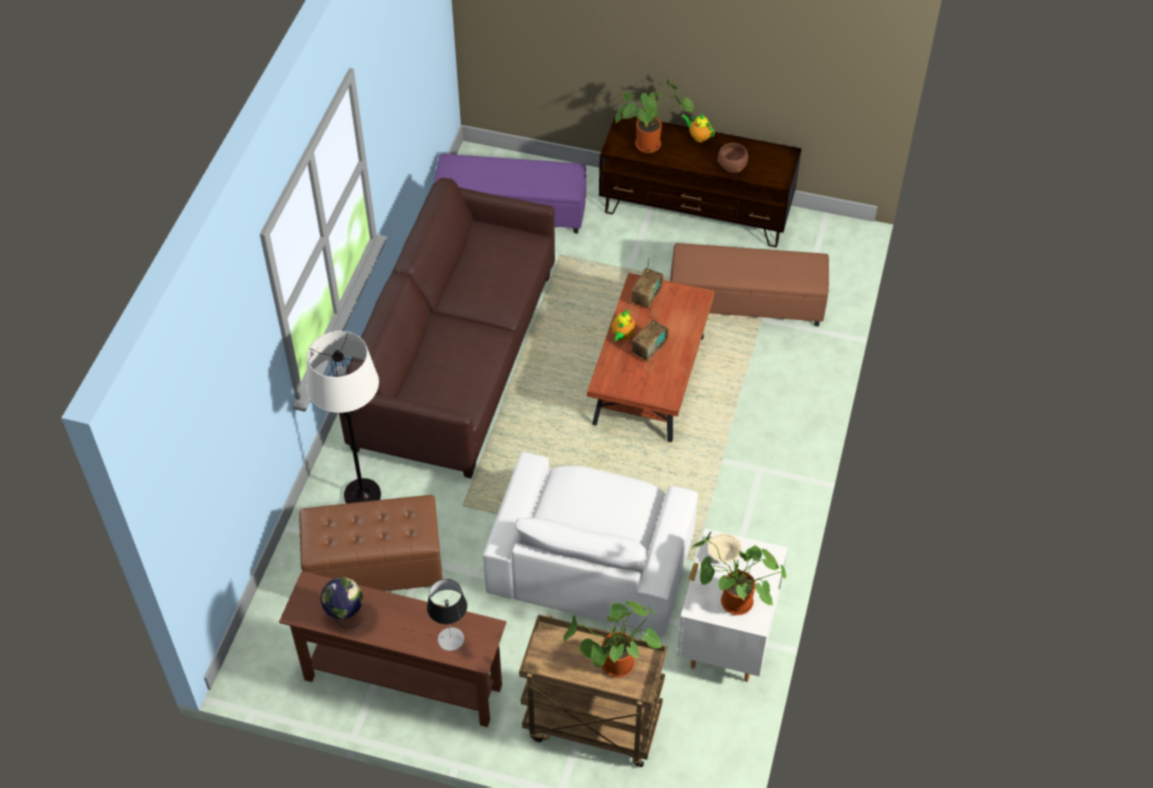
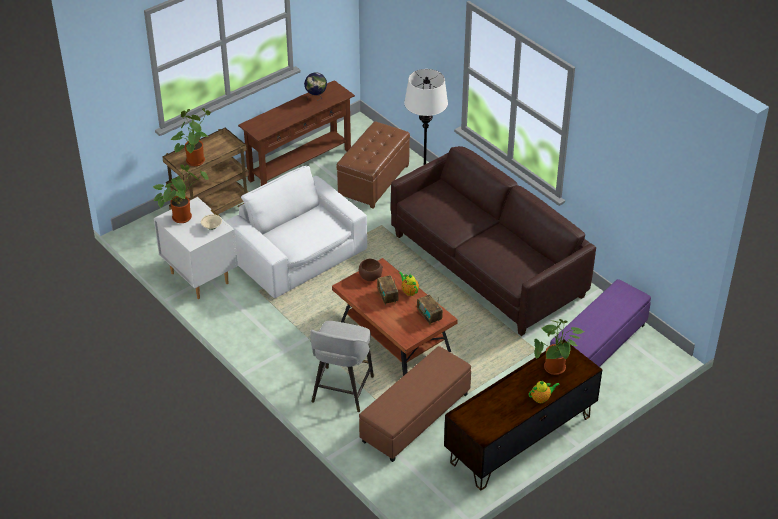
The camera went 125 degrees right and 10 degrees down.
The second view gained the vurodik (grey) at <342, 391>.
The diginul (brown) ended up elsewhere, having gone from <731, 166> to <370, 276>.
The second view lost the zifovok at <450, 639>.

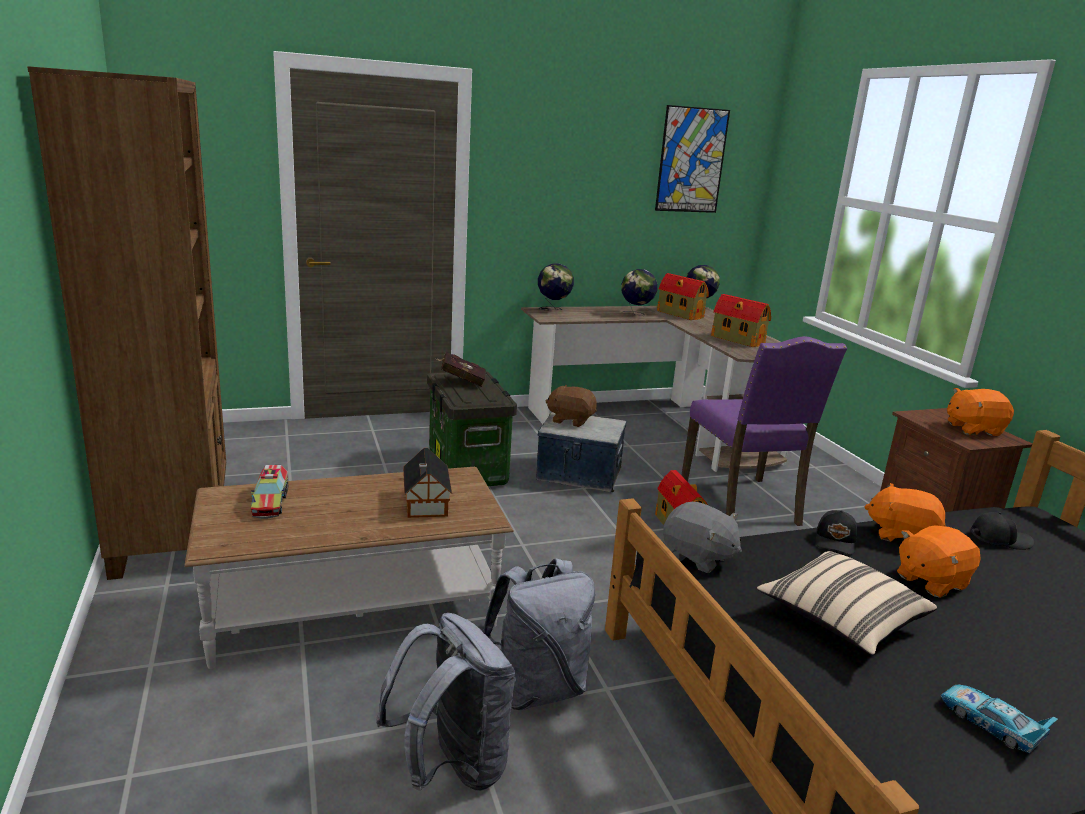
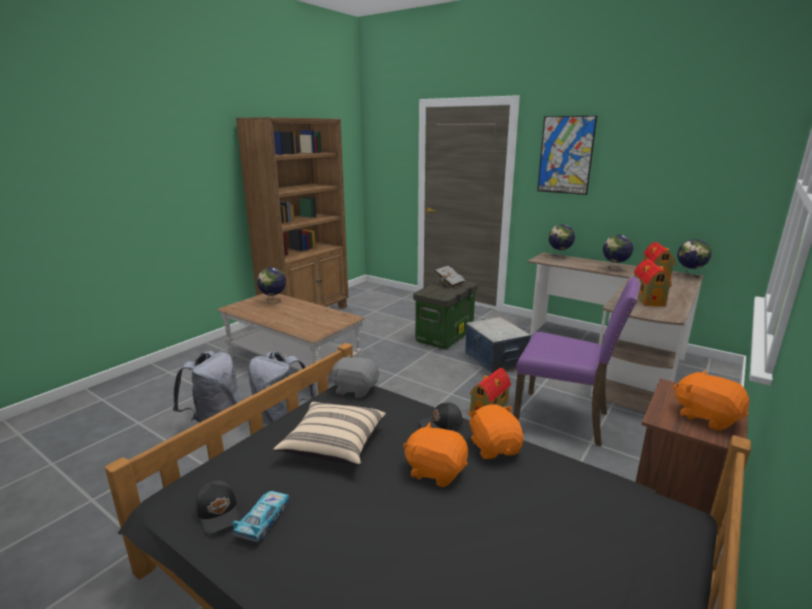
The camera went 55 degrees right and 0 degrees up.
The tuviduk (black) ended up elsewhere, having gone from <999, 539> to <219, 512>.
Where the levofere stood at <270, 502>, the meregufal came to stand at <273, 302>.
The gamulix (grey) at <698, 557> ended up facing another way, 105 degrees clockwise from before.
What was the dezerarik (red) at <461, 381> turned into the dezerarik (grey) at <448, 283>.
The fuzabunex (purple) at <743, 504> ended up facing another way, 105 degrees counterclockwise from before.
The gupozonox ended up elsewhere, having gone from <691, 160> to <565, 155>.
The second view lost the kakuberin at <425, 504>.
The second view lost the gamulix (brown) at <570, 420>.

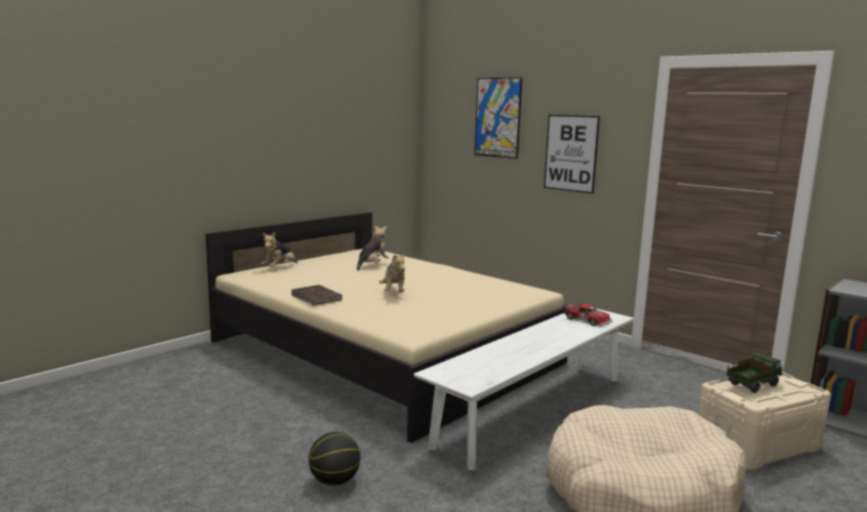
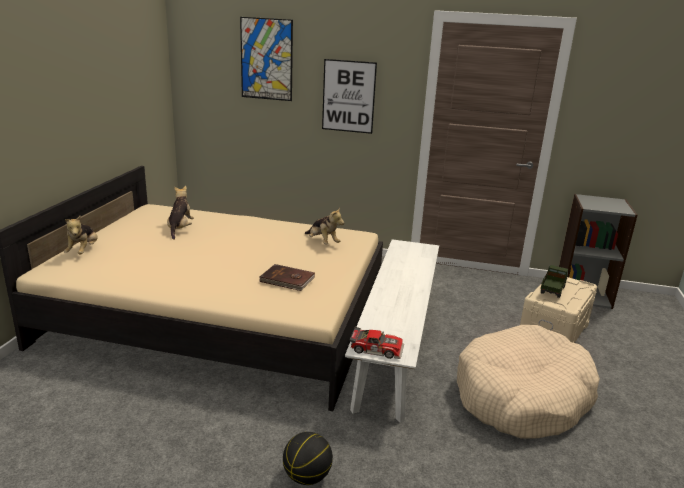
The camera went 30 degrees left and 10 degrees up.
The dezerarik (brown) ended up elsewhere, having gone from <315, 297> to <287, 280>.
The gamulix ended up elsewhere, having gone from <393, 292> to <322, 242>.
The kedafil ended up elsewhere, having gone from <587, 320> to <376, 348>.

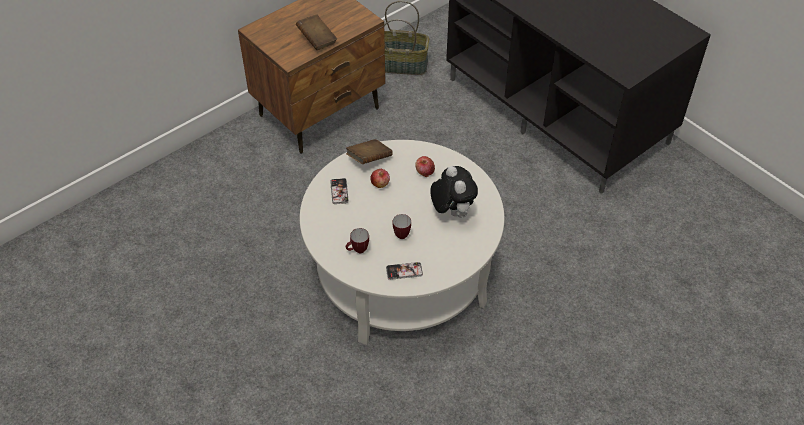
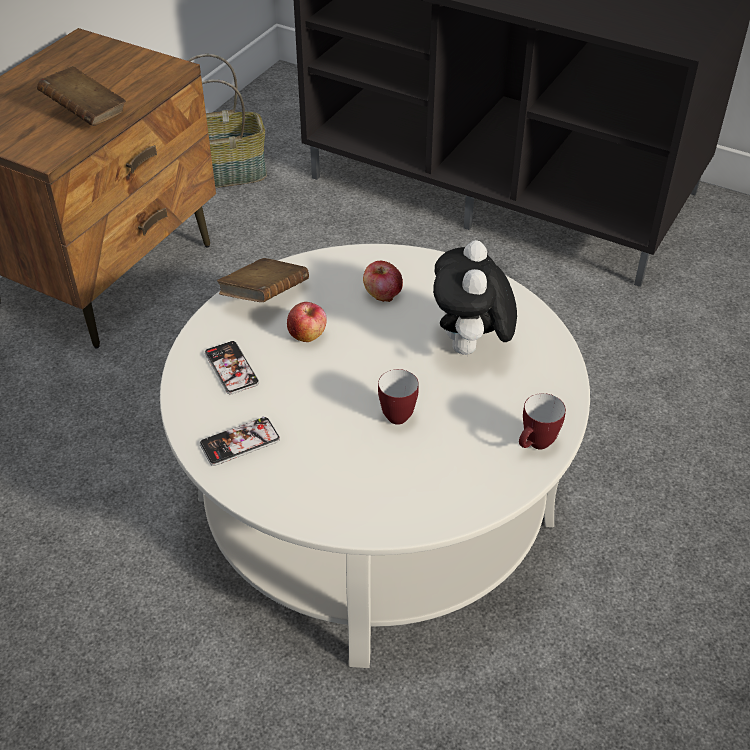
The camera went 20 degrees left and 5 degrees down.
The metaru ended up elsewhere, having gone from <404, 271> to <240, 442>.
The gamulix at <452, 211> ended up facing another way, 135 degrees counterclockwise from before.
The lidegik ended up elsewhere, having gone from <357, 251> to <536, 445>.

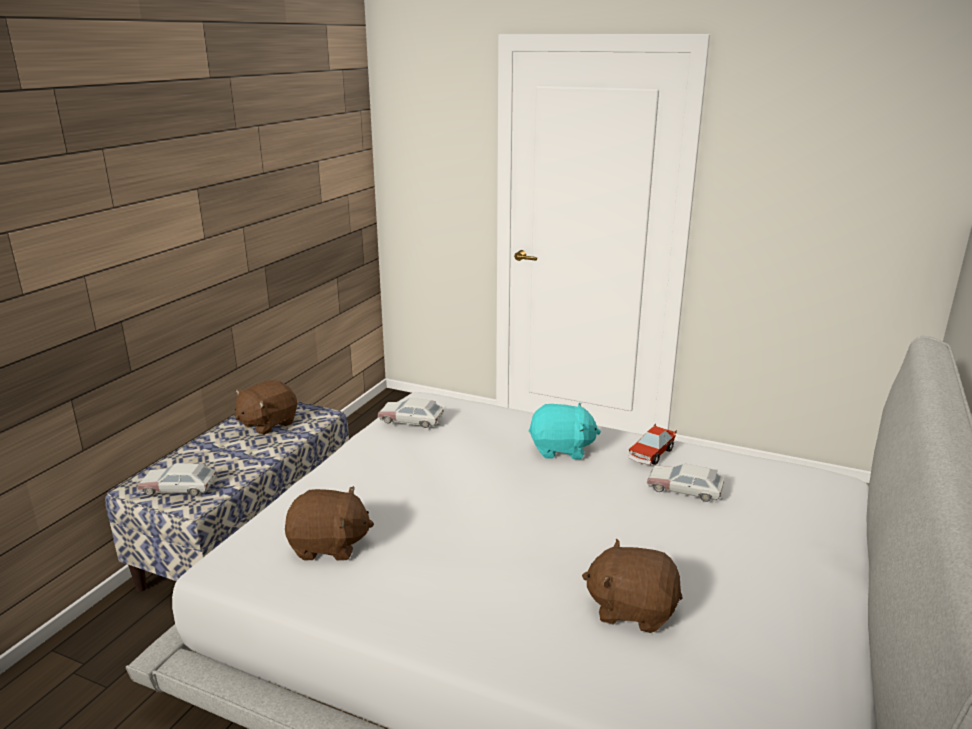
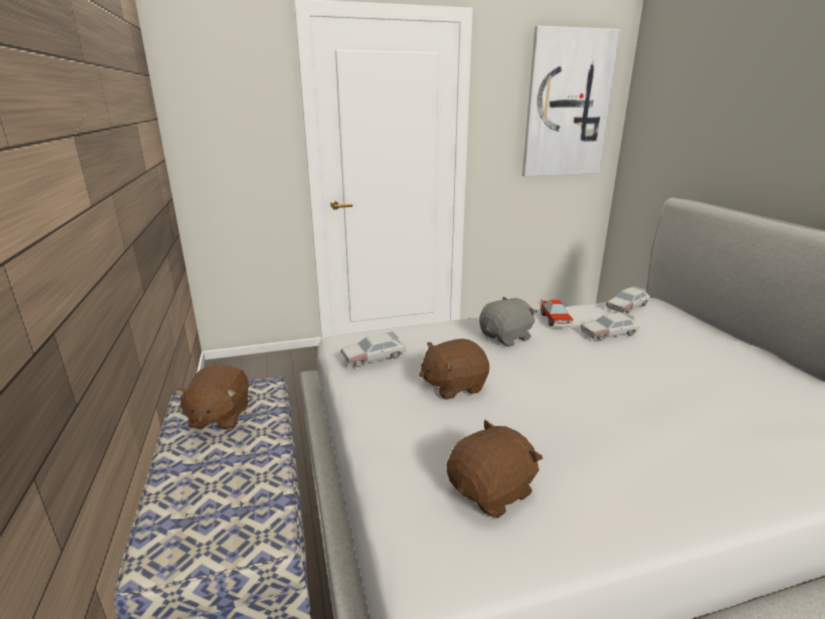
The camera went 40 degrees left and 0 degrees up.
The gamulix (brown) ended up elsewhere, having gone from <632, 609> to <453, 386>.
What was the gamulix (turquoise) at <561, 449> turned into the gamulix (grey) at <506, 337>.
The second view gained the gupozonox at <567, 105>.
The kedafil ended up elsewhere, having gone from <179, 488> to <627, 306>.

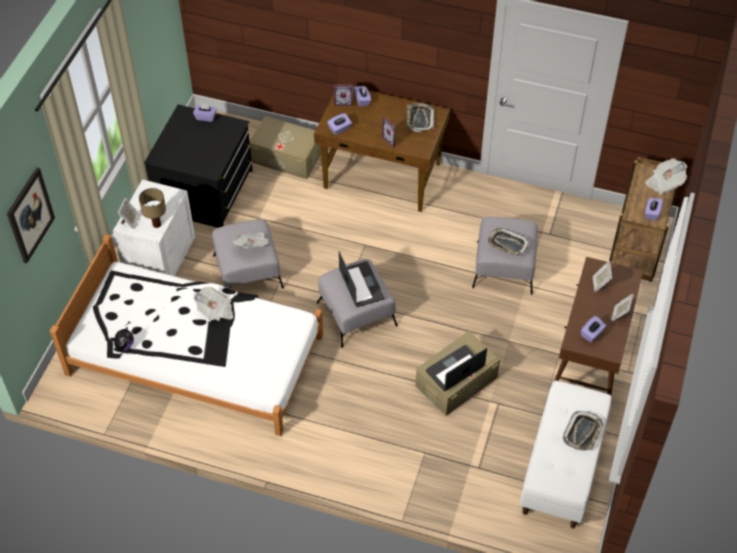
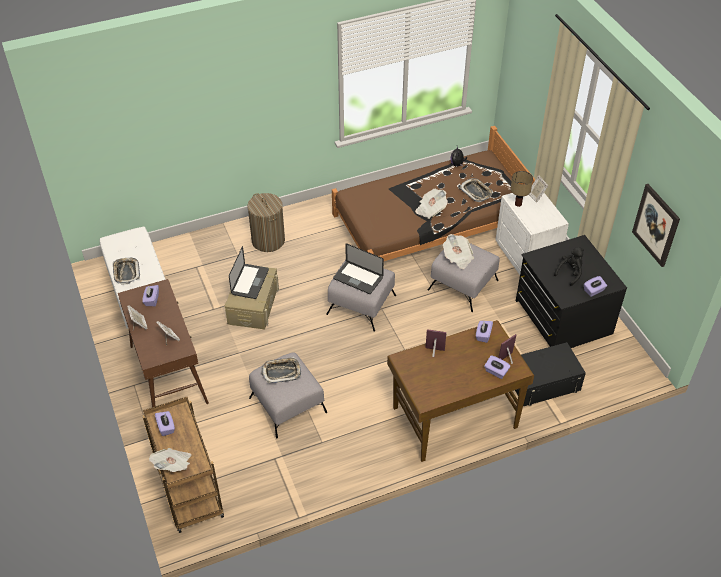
The camera went 140 degrees right and 5 degrees down.
The second view gained the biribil at <268, 240>.
What was the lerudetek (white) at <195, 354> turned into the lerudetek (brown) at <432, 221>.
The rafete ended up elsewhere, having gone from <419, 119> to <476, 192>.
What was the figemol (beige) at <286, 157> turned into the figemol (black) at <543, 382>.
The second view gained the gamulix (black) at <570, 273>.
The gupozonox ended up elsewhere, having gone from <30, 215> to <656, 225>.

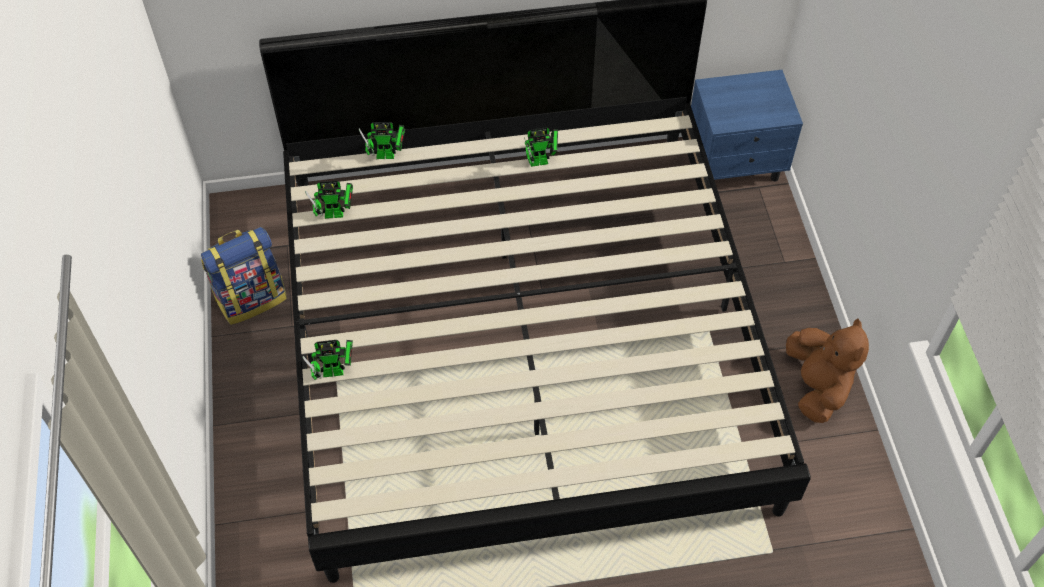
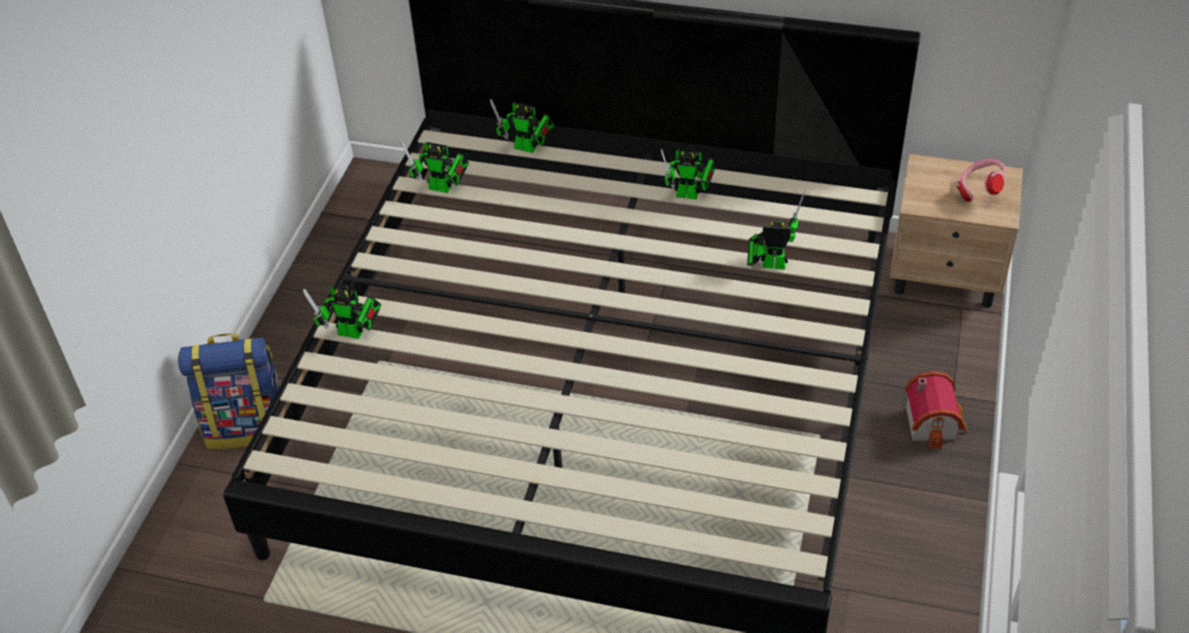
The camera went 25 degrees right and 10 degrees down.
The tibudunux ended up elsewhere, having gone from <252, 298> to <248, 426>.
The second view gained the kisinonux at <770, 264>.
What was the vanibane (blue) at <736, 163> turned into the vanibane (beige) at <947, 275>.
The second view gained the kakuberin at <934, 422>.
The second view gained the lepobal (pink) at <978, 192>.
The second view lost the gamulix (brown) at <817, 386>.

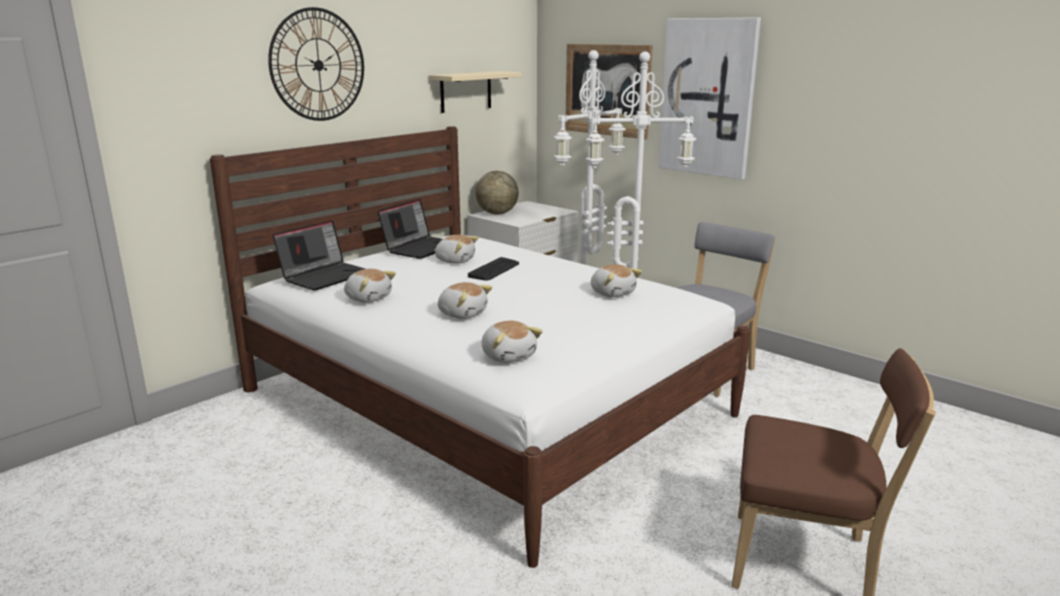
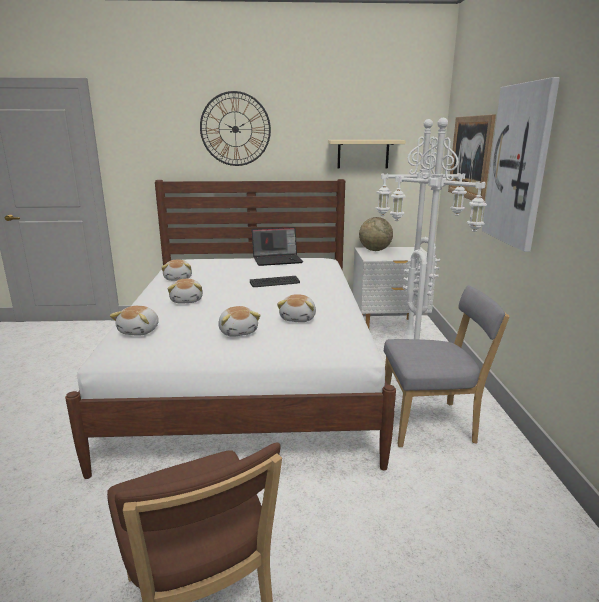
The camera went 45 degrees right and 0 degrees up.
The gamulix ended up elsewhere, having gone from <455, 260> to <238, 331>.
The second view lost the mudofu at <326, 276>.

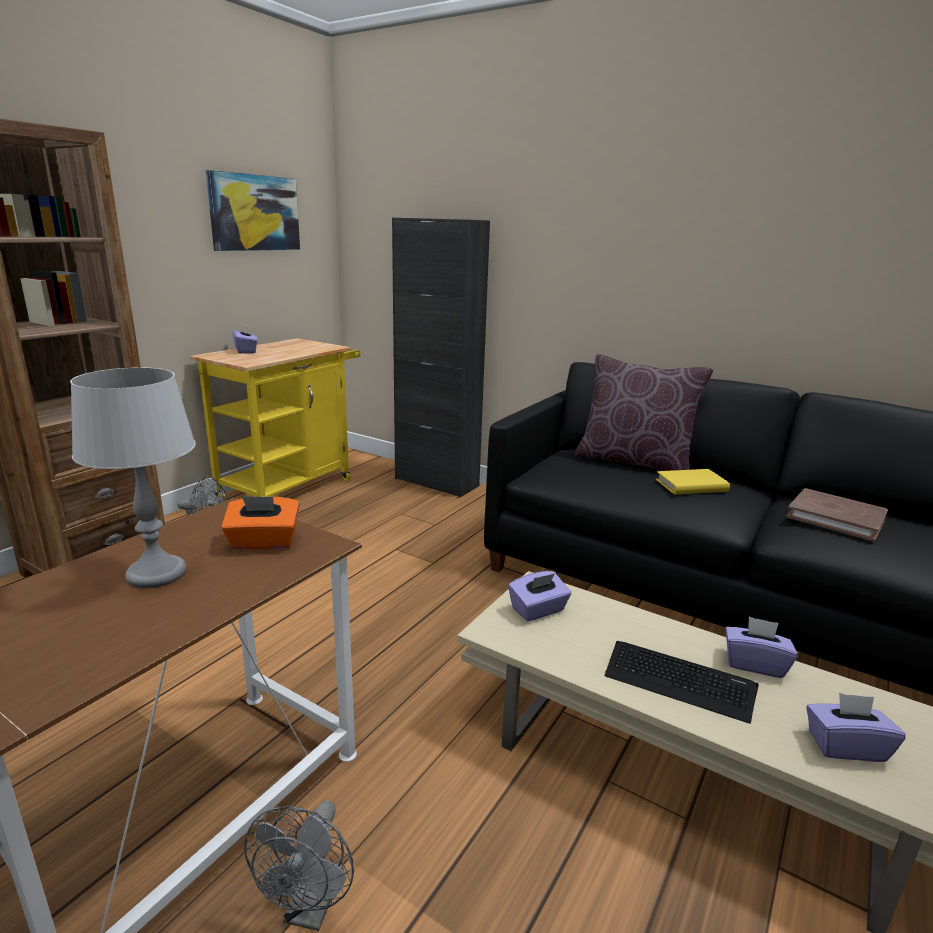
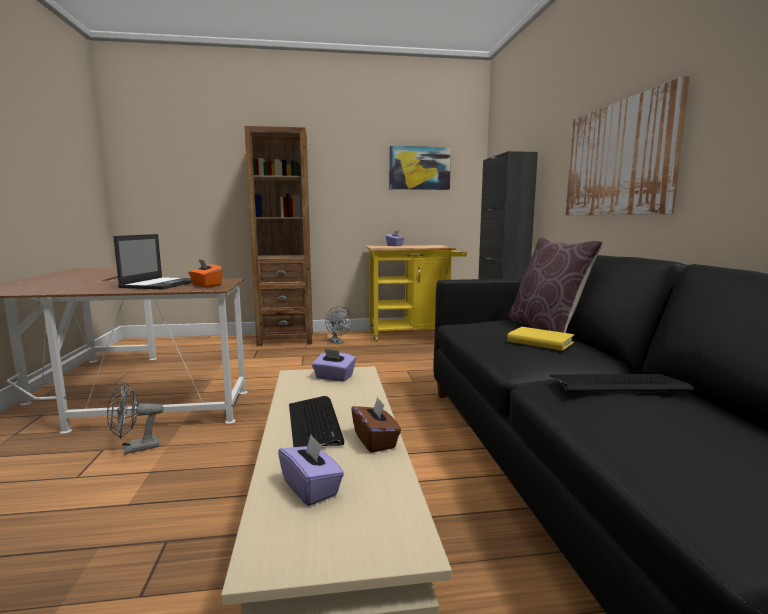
The camera went 50 degrees right and 10 degrees down.
Where the zifovok (grey) stood at <156, 574>, the mudofu came to stand at <162, 284>.
What was the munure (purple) at <754, 664> turned into the munure (brown) at <375, 441>.
Where the dezerarik (brown) stood at <835, 518>, the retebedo came to stand at <617, 384>.
The second view gained the gupozonox at <618, 159>.

